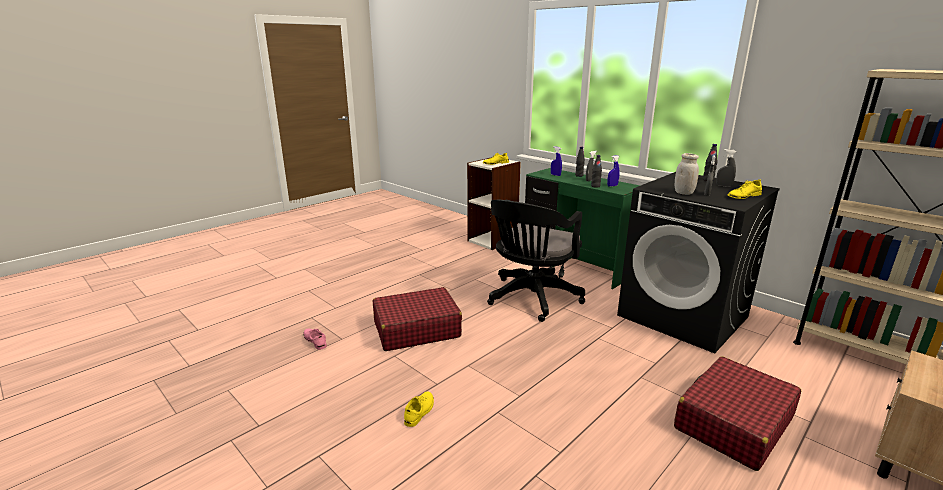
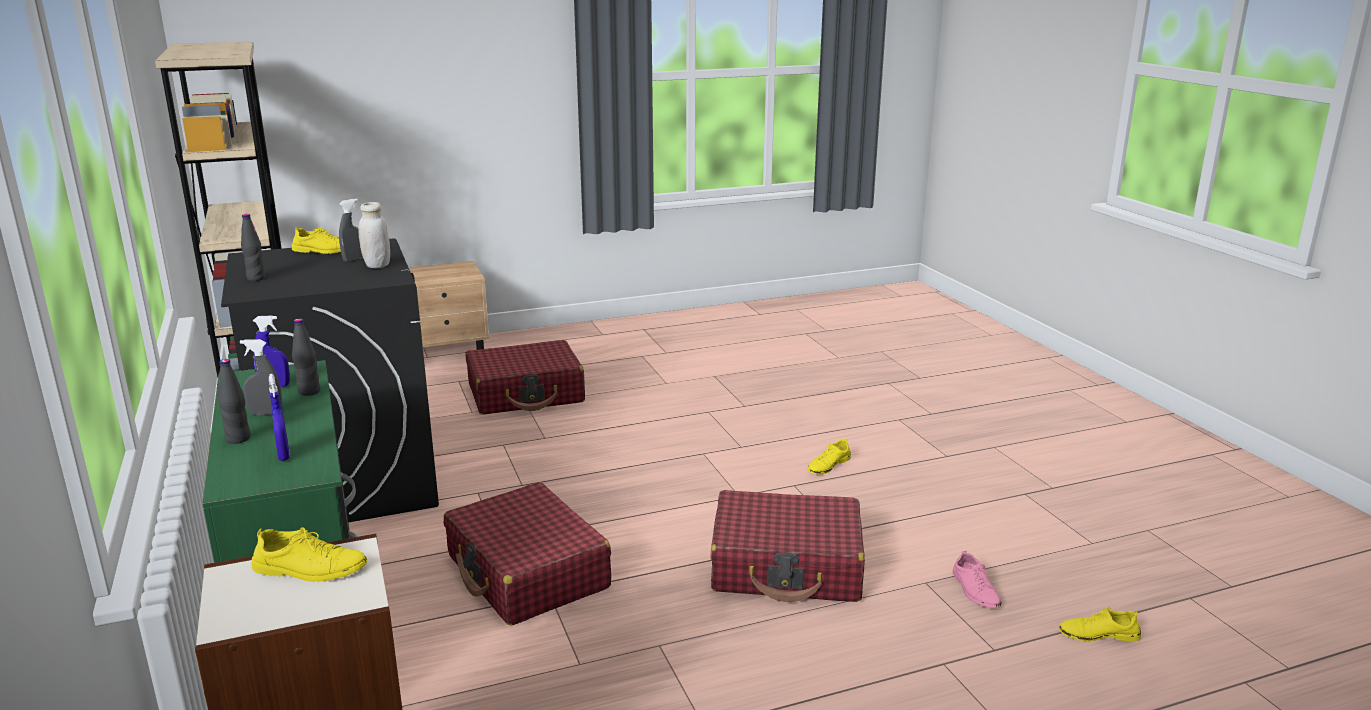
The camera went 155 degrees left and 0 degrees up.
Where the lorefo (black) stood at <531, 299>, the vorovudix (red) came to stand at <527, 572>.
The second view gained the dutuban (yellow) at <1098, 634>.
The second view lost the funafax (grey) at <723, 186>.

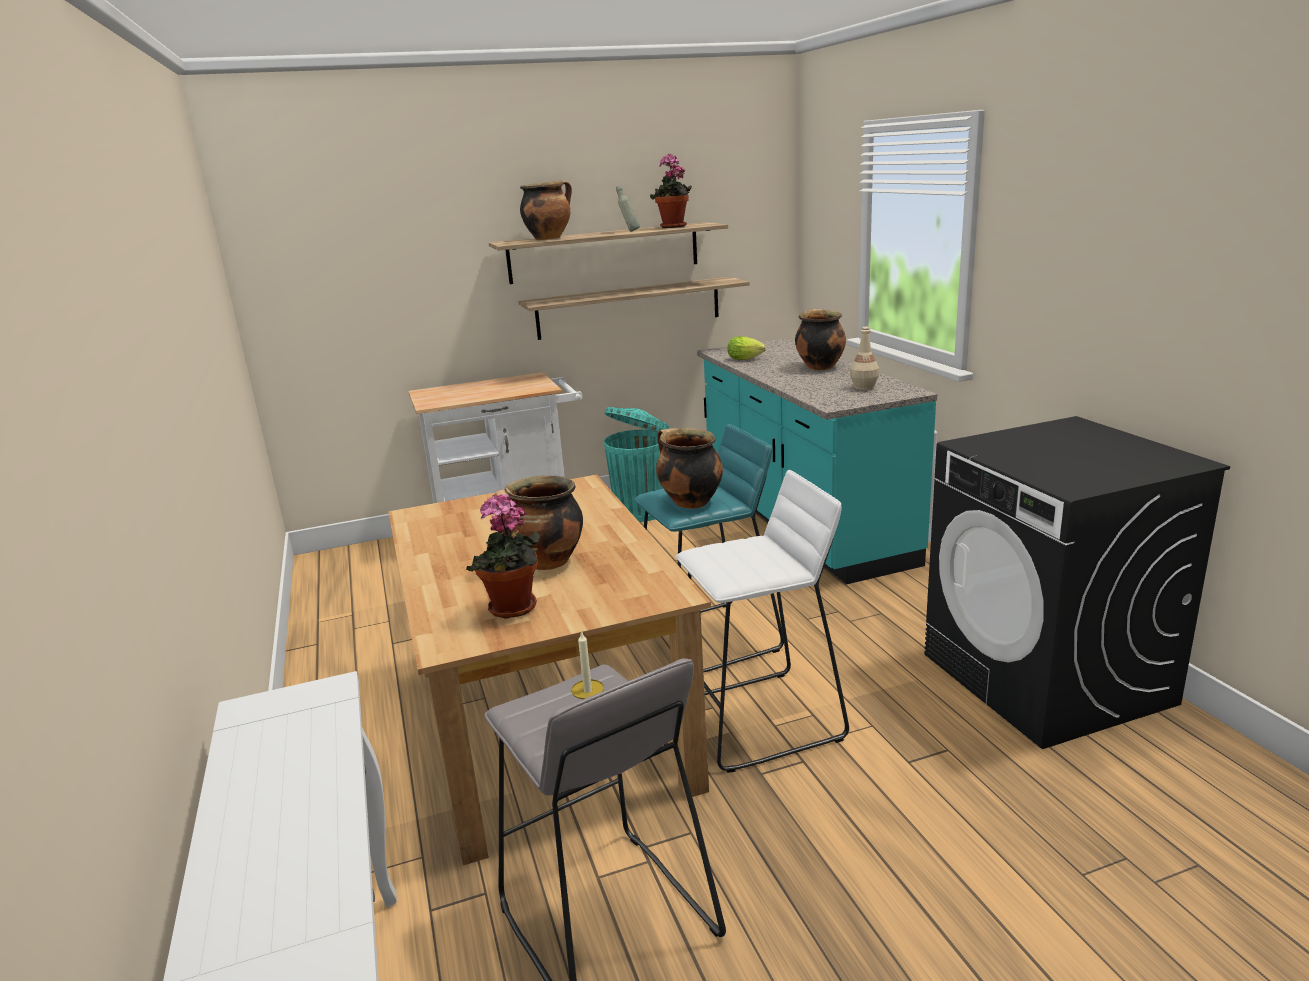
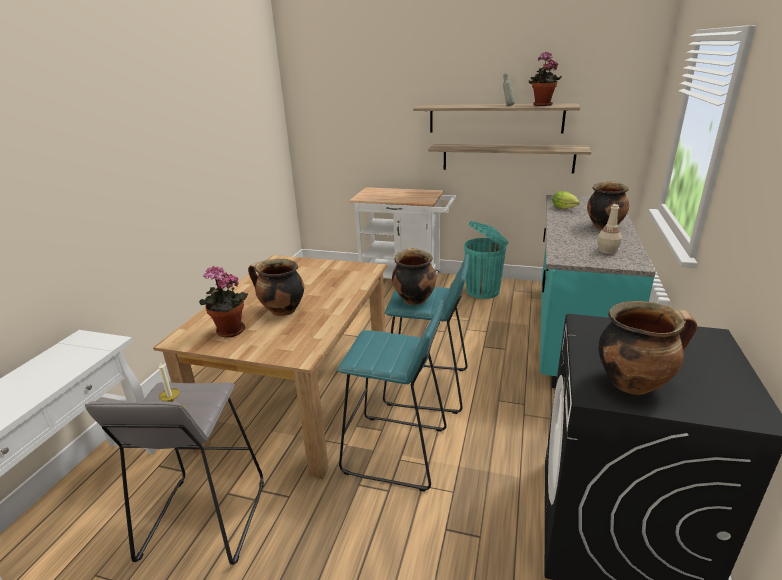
The camera went 35 degrees right and 5 degrees up.
What was the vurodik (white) at <760, 720> turned into the vurodik (turquoise) at <396, 451>.
The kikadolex ended up elsewhere, having gone from <549, 238> to <633, 383>.

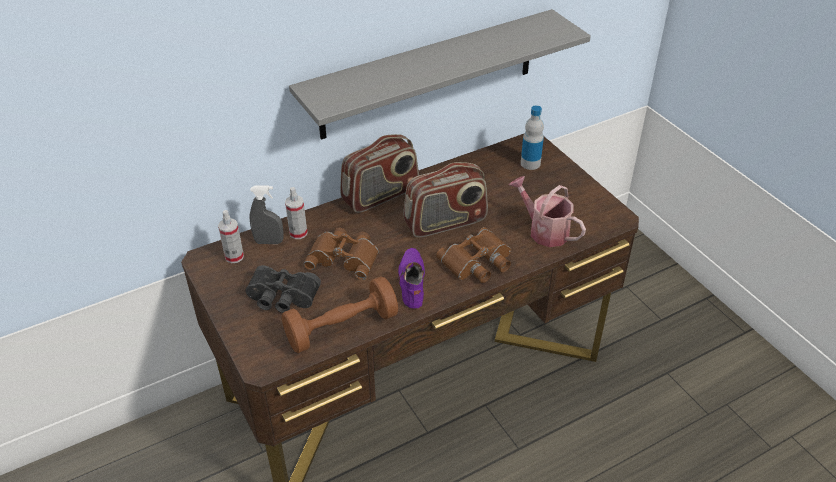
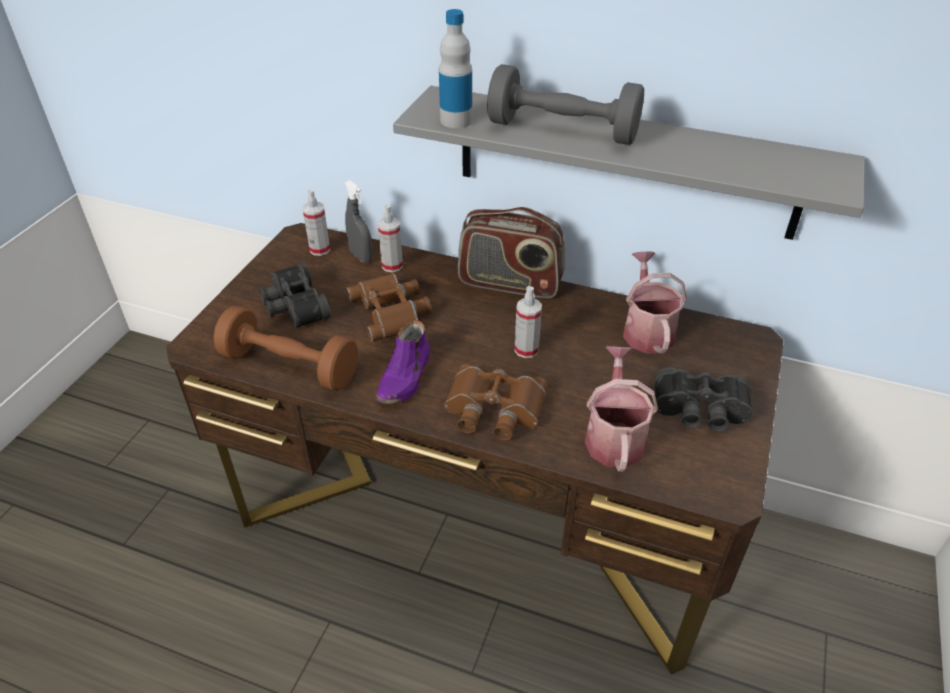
The camera went 50 degrees right and 0 degrees up.
The dutuban (purple) at <411, 282> ended up facing another way, 150 degrees clockwise from before.
The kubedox ended up elsewhere, having gone from <530, 163> to <456, 120>.
The second view gained the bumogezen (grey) at <562, 130>.
Where the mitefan stood at <445, 222>, the funafax came to stand at <526, 349>.
The second view gained the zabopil at <646, 330>.
The second view gained the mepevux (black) at <700, 412>.

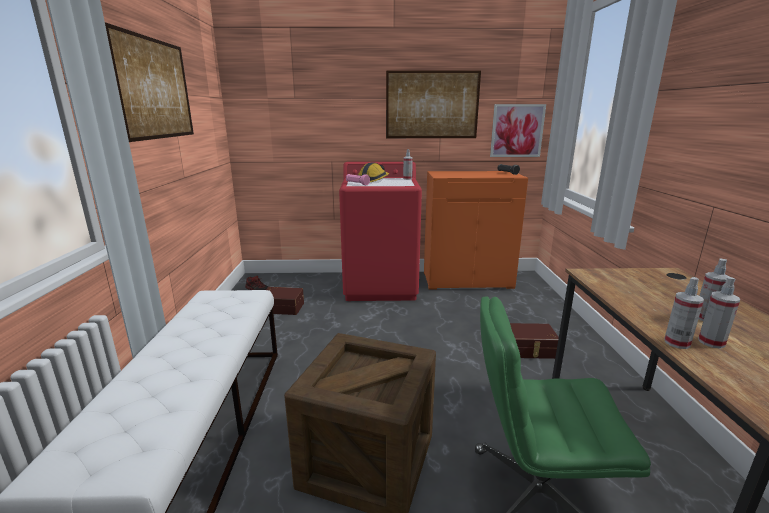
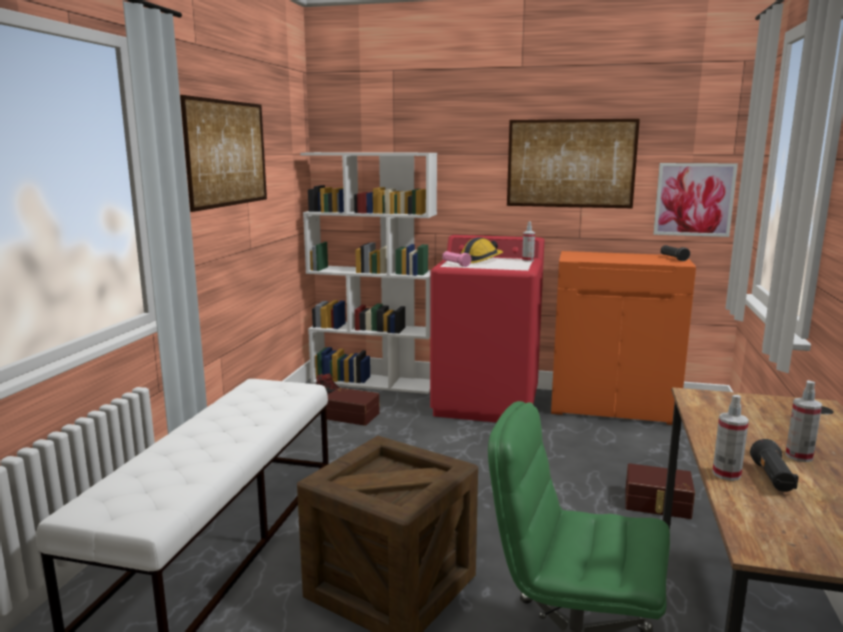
The camera went 15 degrees right and 5 degrees down.
The second view gained the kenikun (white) at <374, 382>.
Where the funafax stood at <711, 342>, the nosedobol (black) came to stand at <772, 479>.

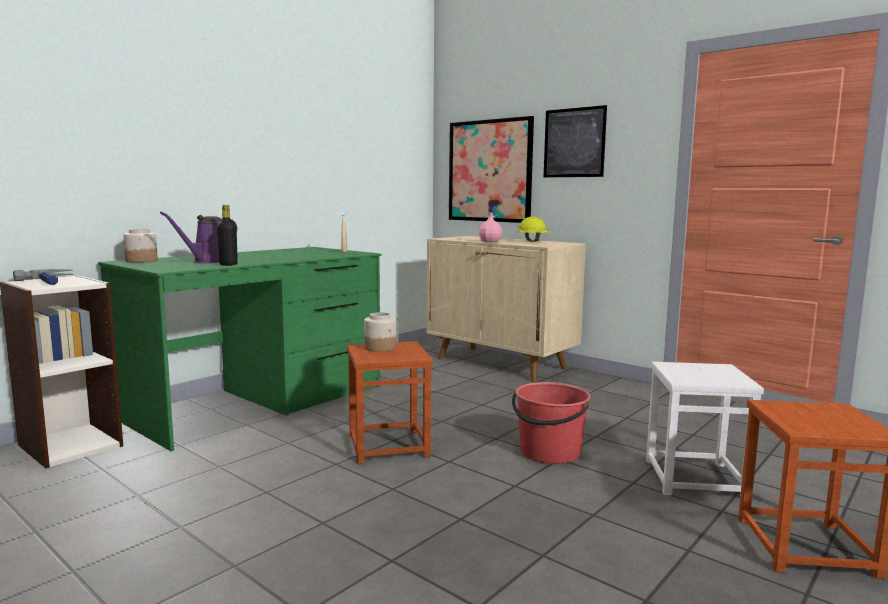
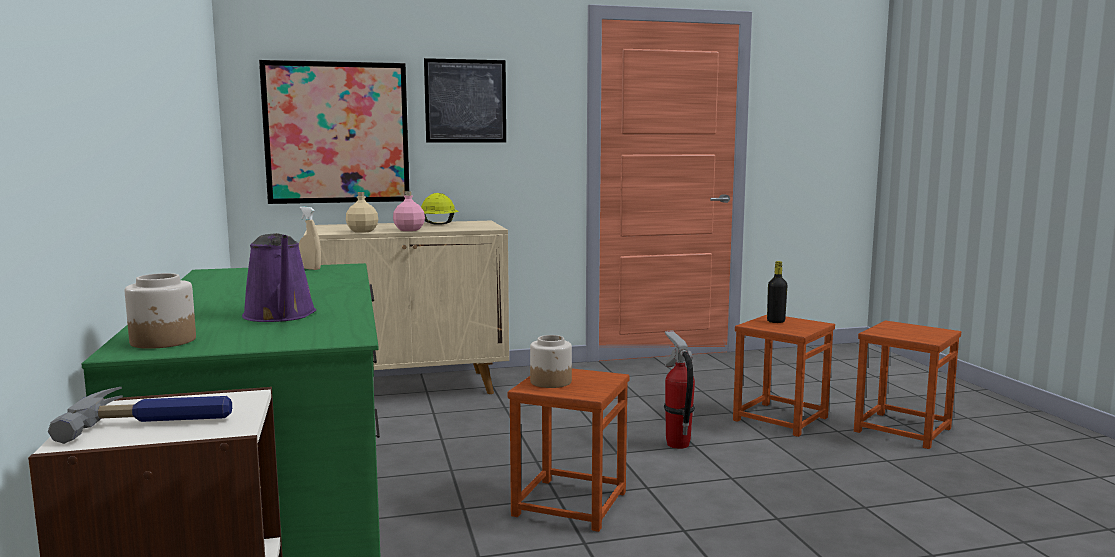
The camera went 55 degrees left and 0 degrees up.
The second view gained the kubedox (beige) at <362, 231>.
Where the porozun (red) stood at <549, 452>, the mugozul came to stand at <677, 444>.
What was the vurodik (white) at <694, 478> turned into the vurodik (brown) at <779, 418>.
The kubedox (black) ended up elsewhere, having gone from <228, 265> to <775, 321>.

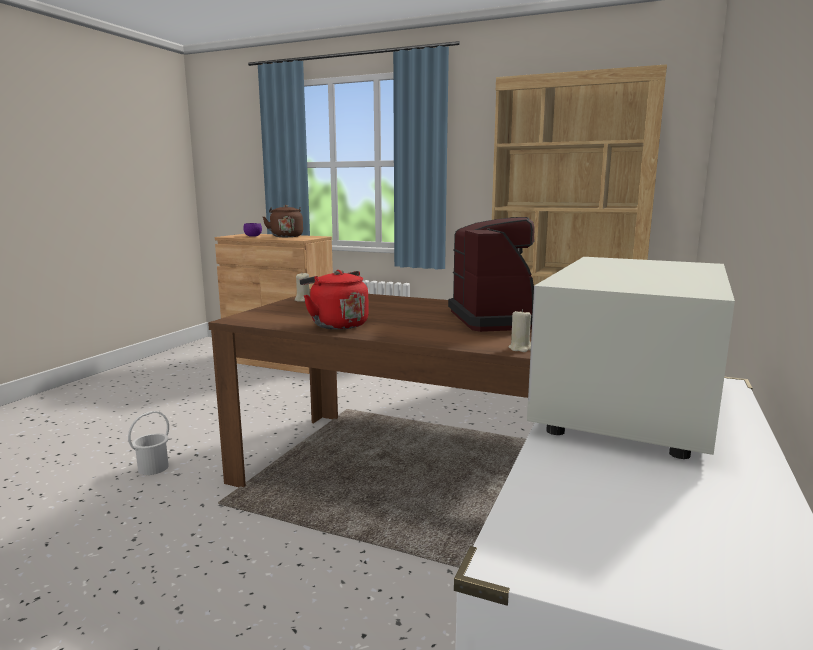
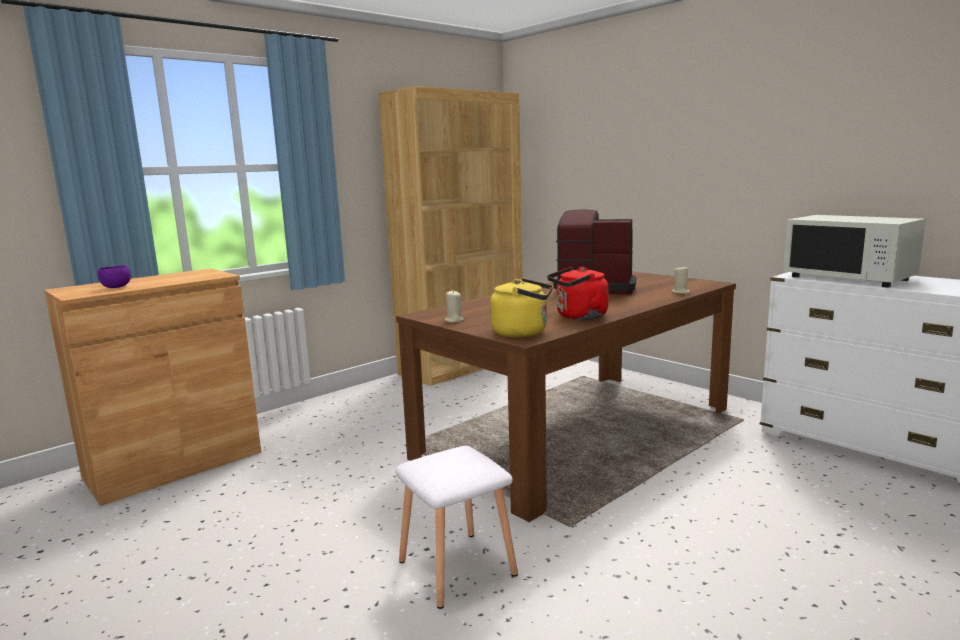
The camera went 65 degrees left and 0 degrees up.
Where the porozun (white) stood at <152, 468>, the vurodik (white) came to stand at <455, 567>.
The second view gained the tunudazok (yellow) at <523, 333>.
The second view lost the tunudazok (brown) at <286, 236>.

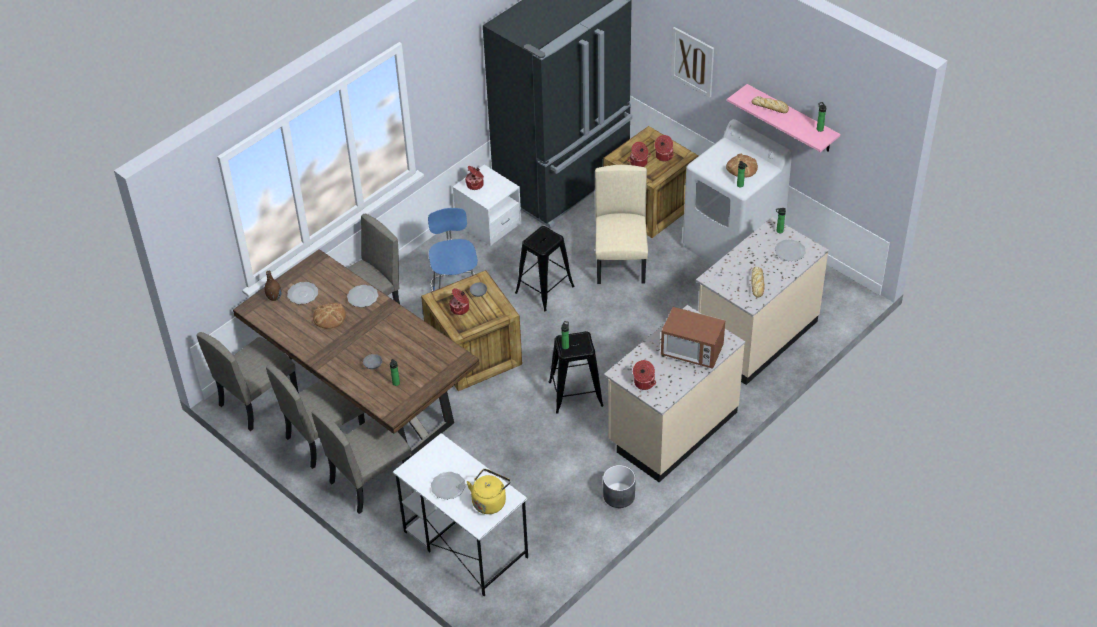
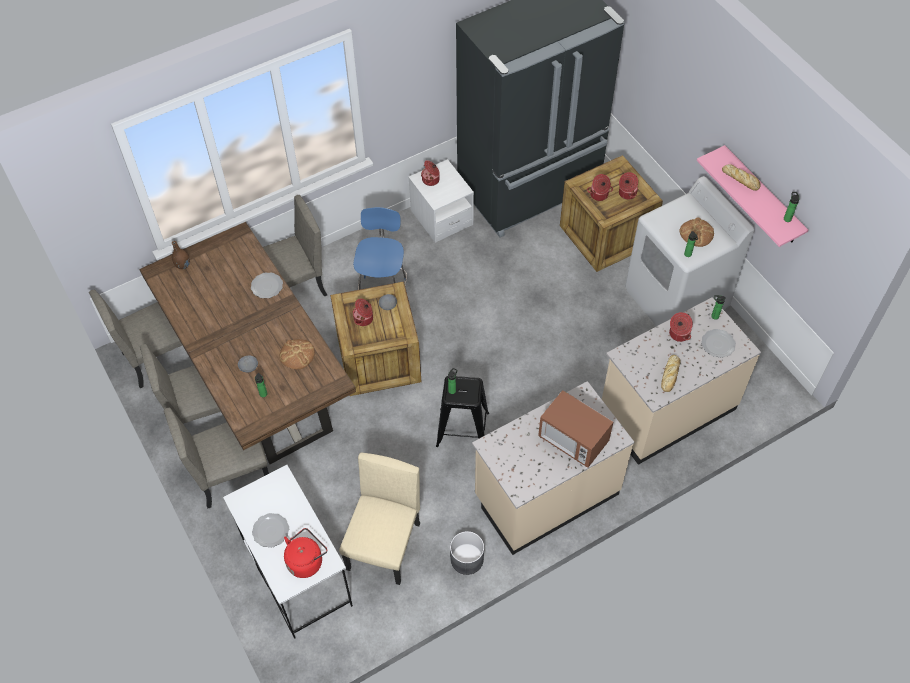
The camera went 15 degrees right and 10 degrees up.
The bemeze ended up elsewhere, having gone from <329, 317> to <297, 355>.
What was the tunudazok (yellow) at <490, 501> turned into the tunudazok (red) at <306, 560>.
The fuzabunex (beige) ended up elsewhere, having gone from <621, 263> to <384, 546>.
The kikadolex ended up elsewhere, having gone from <643, 383> to <678, 334>.
The second view lost the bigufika at <302, 294>.
The second view lost the vurodik (black) at <544, 290>.
The second view lost the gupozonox at <692, 62>.

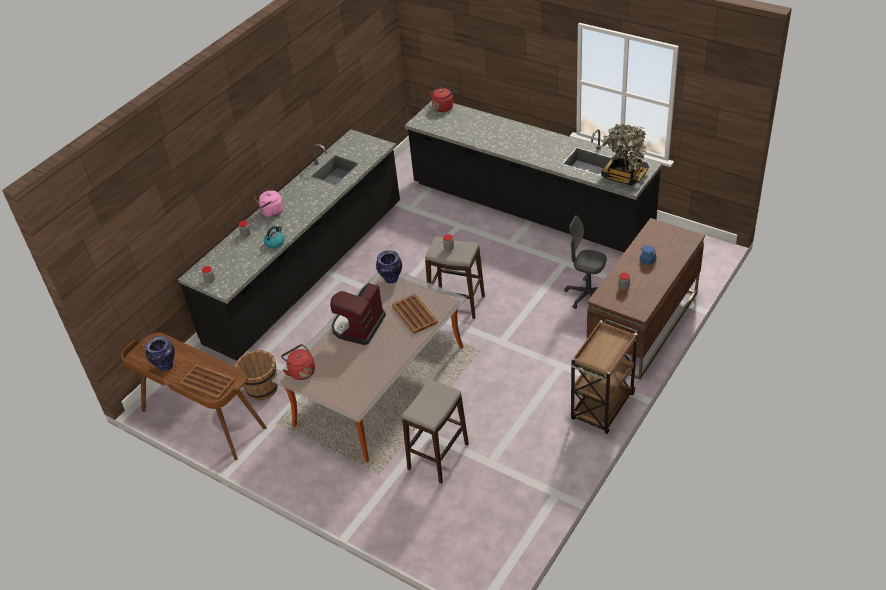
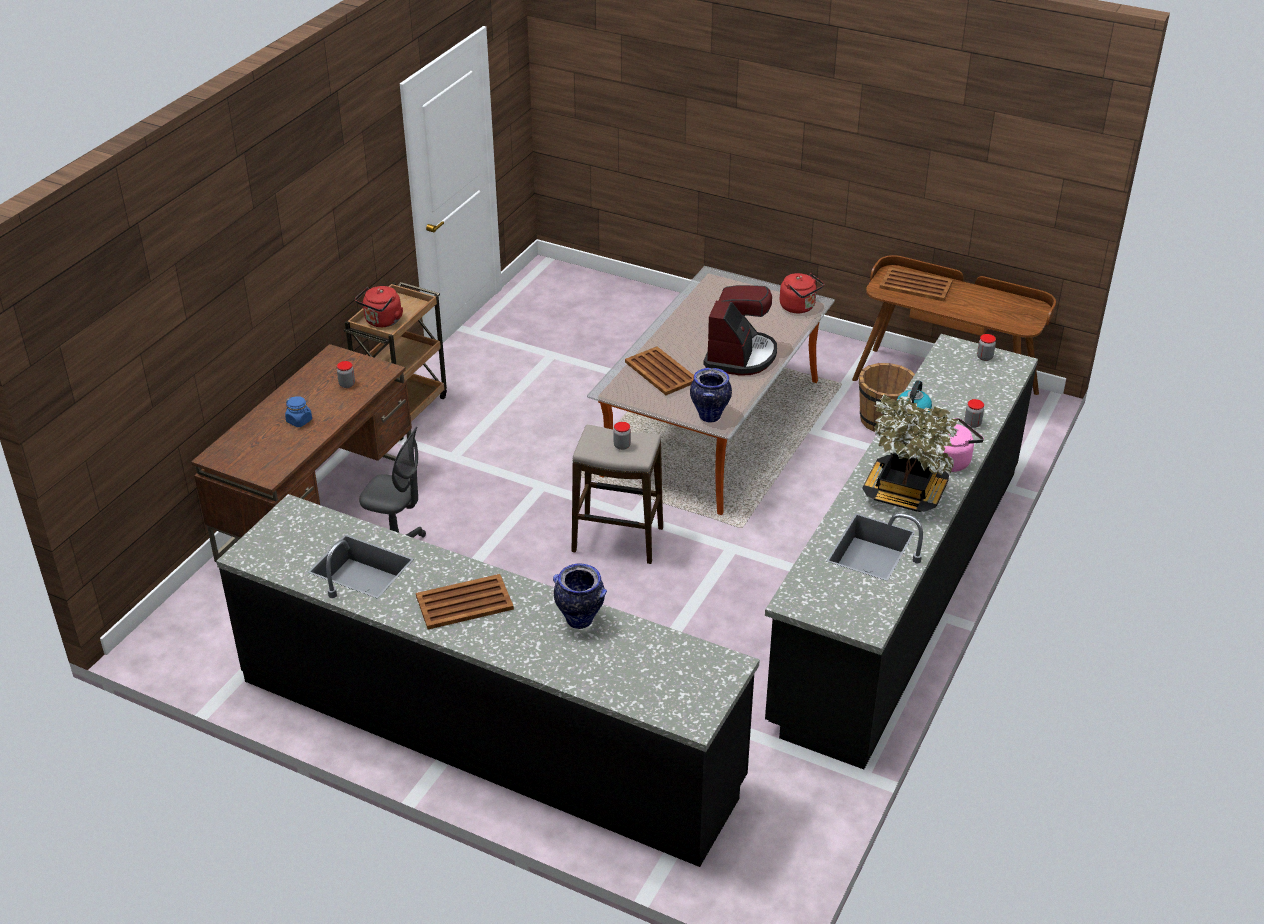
The camera went 170 degrees right and 5 degrees down.
The tunudazok (red) ended up elsewhere, having gone from <443, 107> to <382, 321>.
The second view gained the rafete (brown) at <465, 603>.
The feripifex ended up elsewhere, having gone from <165, 366> to <580, 620>.
The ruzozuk ended up elsewhere, having gone from <624, 175> to <904, 493>.
The second view lost the vurodik at <438, 457>.

